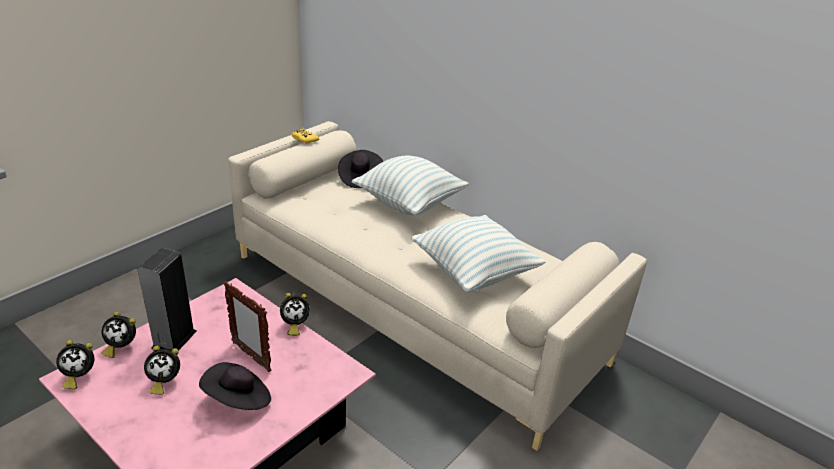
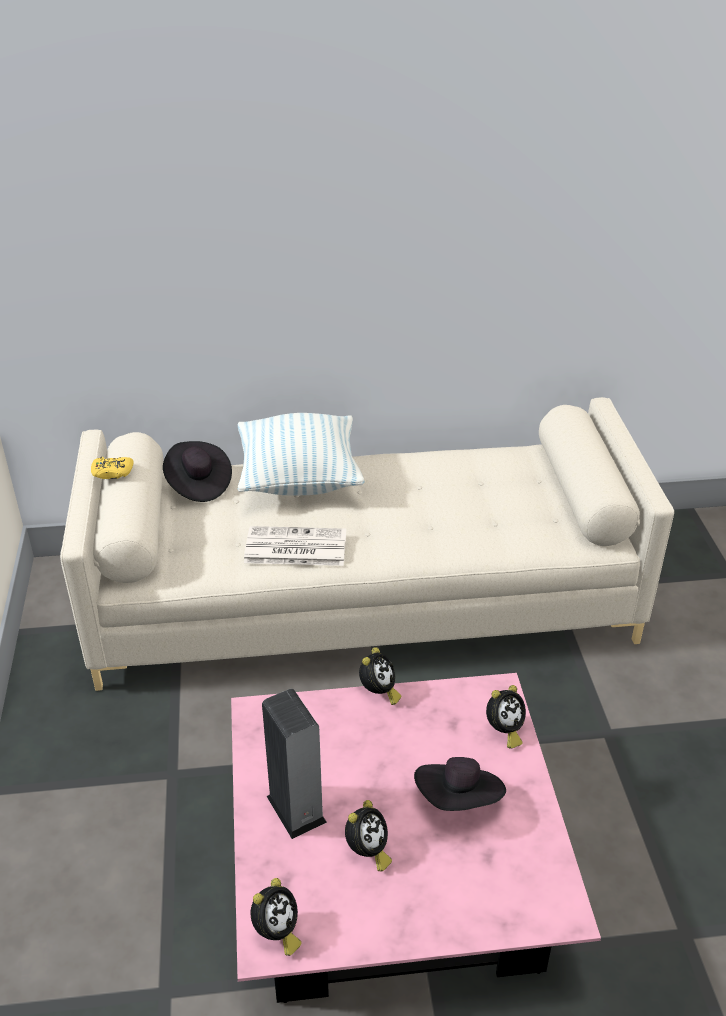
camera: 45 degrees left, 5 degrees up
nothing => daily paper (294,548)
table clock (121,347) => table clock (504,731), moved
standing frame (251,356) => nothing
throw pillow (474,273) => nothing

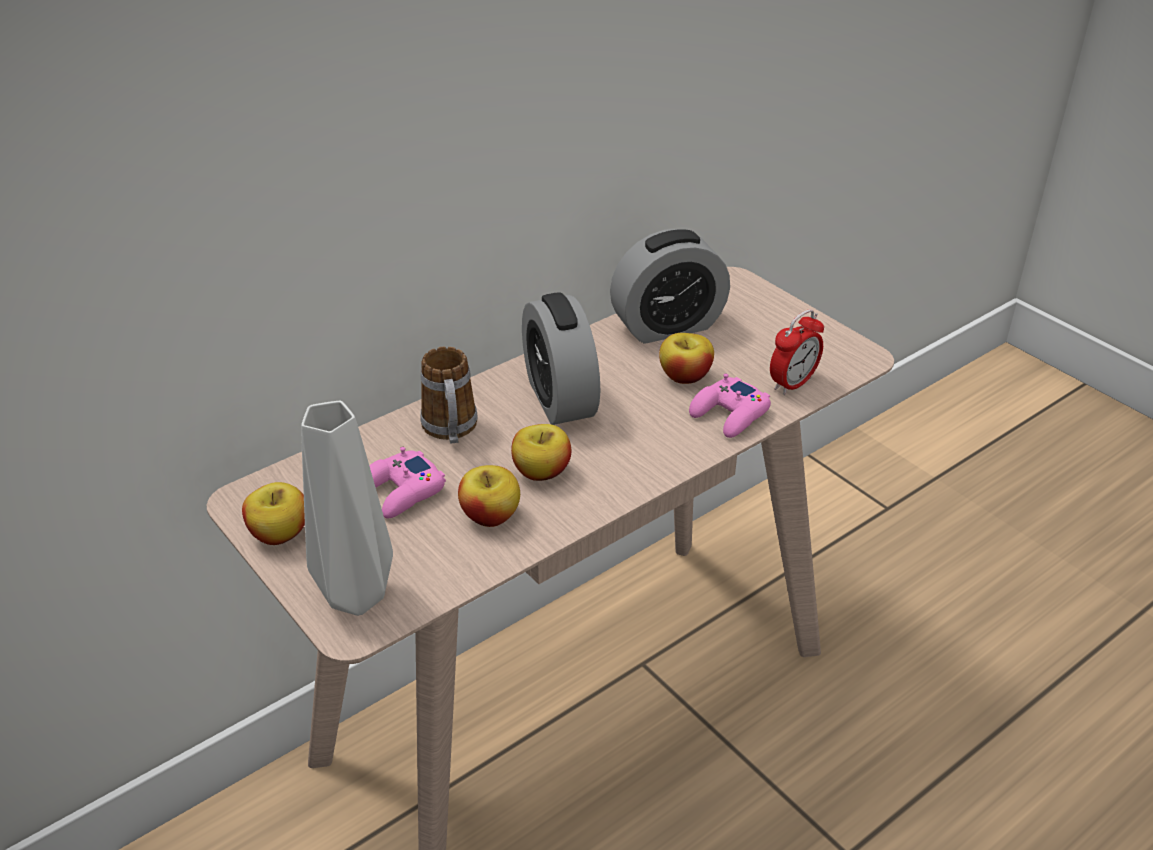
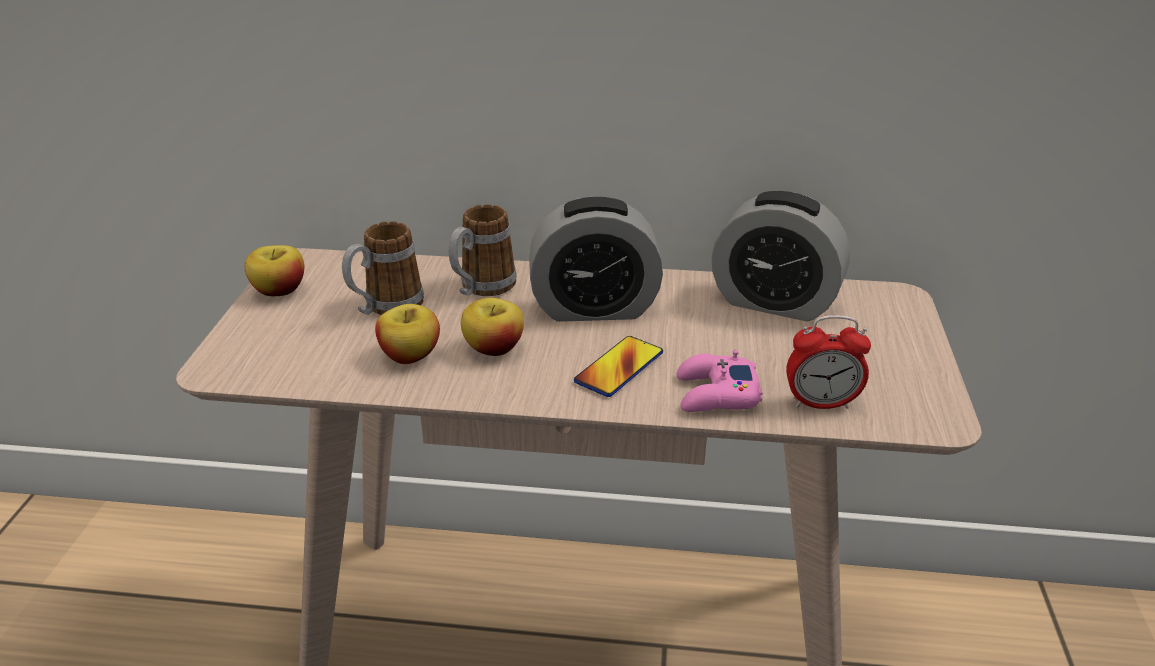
camera: 45 degrees right, 5 degrees down
game controller in pinkish (402,491) => coffee mug (386,307)
table clock (560,398) => table clock (594,308), 120 degrees counterclockwise
nothing => telephone (619,368)
flower vase in greyish (352,596) => nothing
whole apple (685,376) => nothing

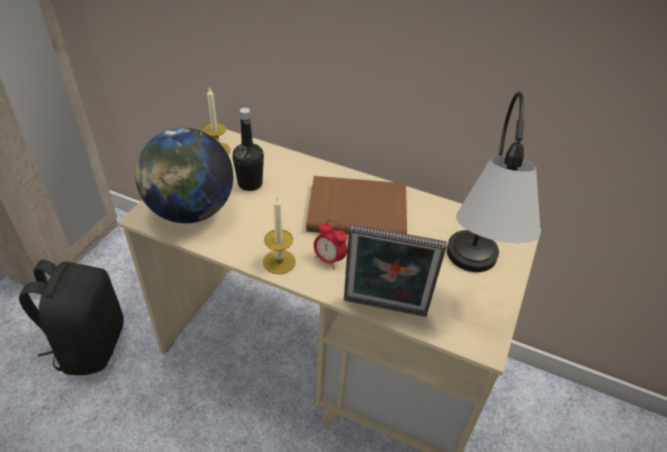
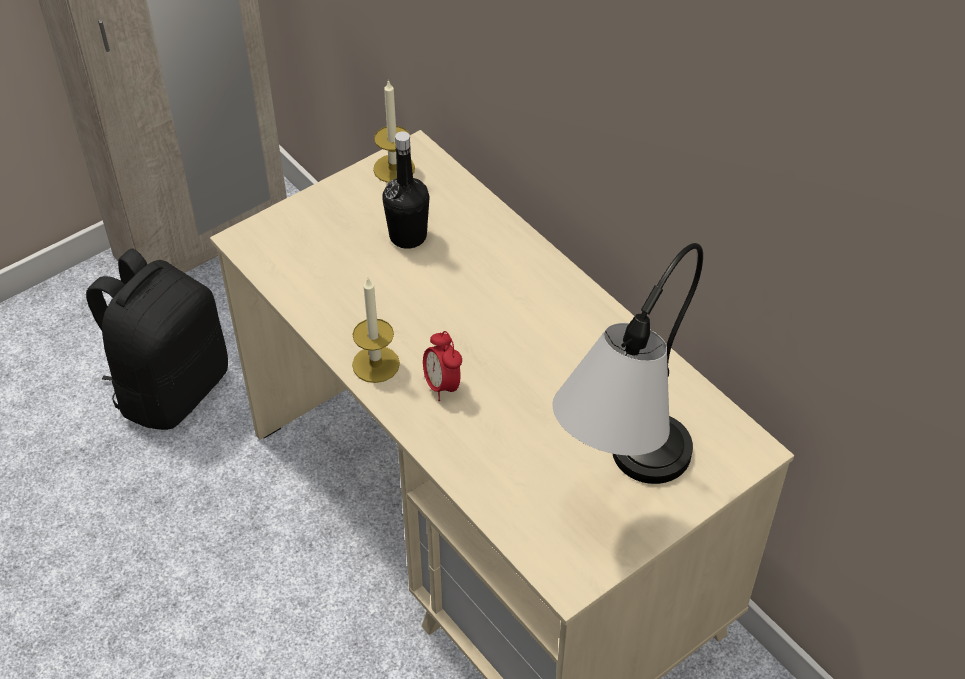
camera: 30 degrees right, 5 degrees up
globe (191,211) => nothing
book in brown-coloured (357,209) => nothing
standing frame (384,310) => nothing

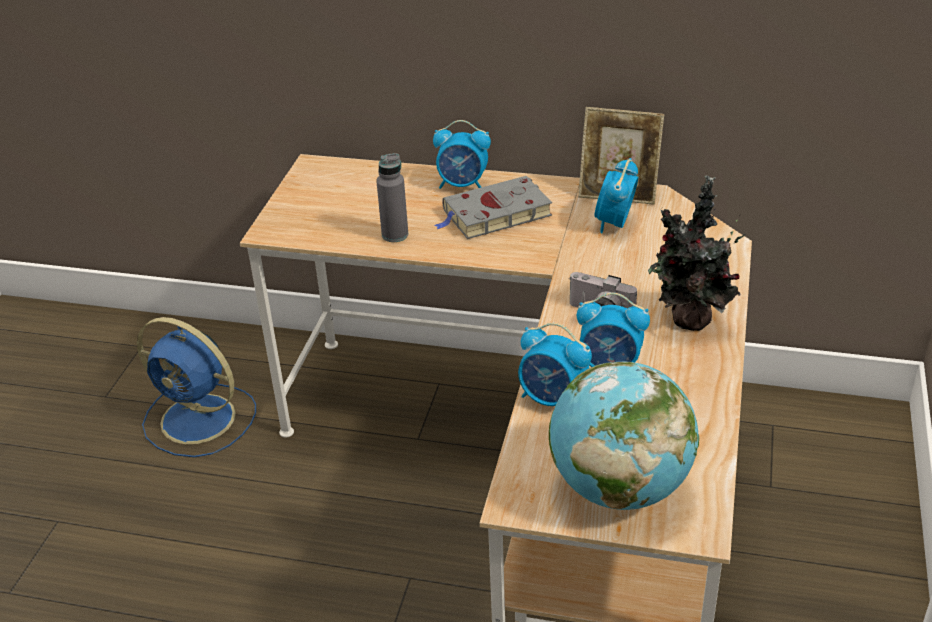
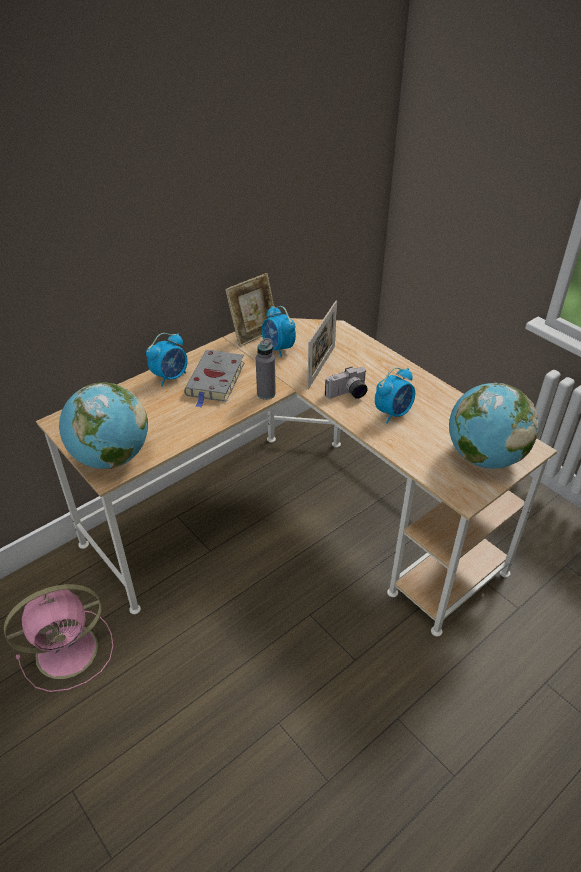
camera: 55 degrees left, 5 degrees up
fan in blue (201,420) => fan in pinkish (70,650)
nothing => globe (111,457)
beverage bottle in greyish (395,235) => beverage bottle in greyish (266,394), moved
nothing => standing frame (321,367)
table clock (552,399) => nothing
potted plant (689,322) => nothing

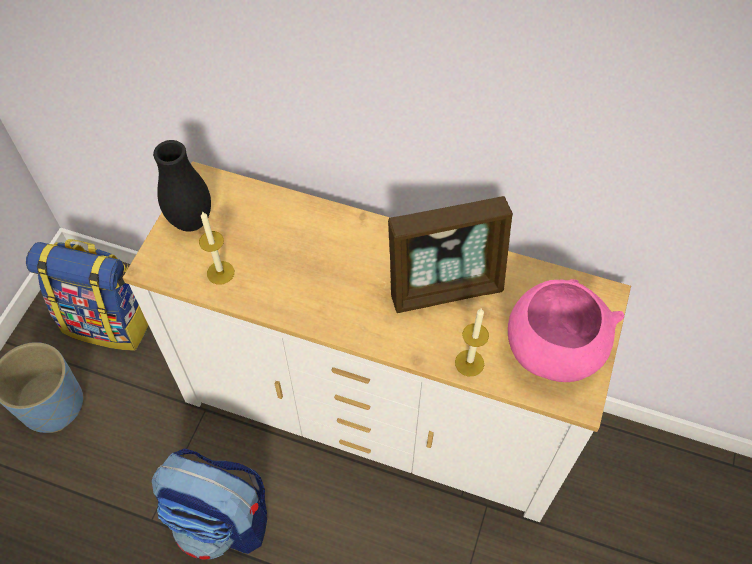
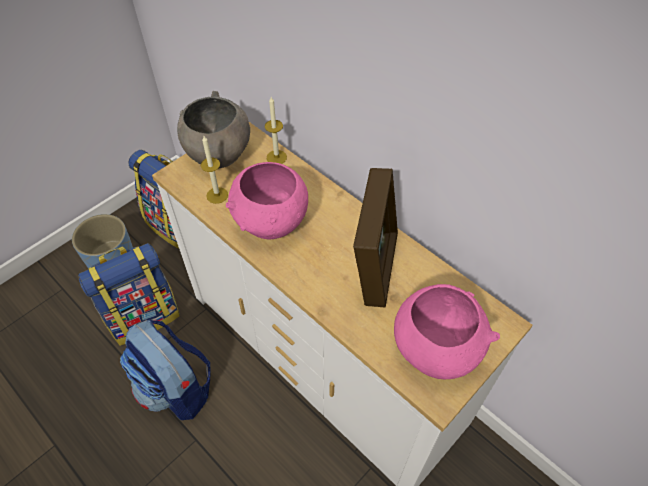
camera: 25 degrees right, 5 degrees down
nothing => knapsack (144,316)
flower vase in blackish (191,221) => deep dish in greyish (218,155)
nothing => deep dish in pinkish (271,223)
candle (469,363) => candle (276,157), moved
standing frame (445,287) => standing frame (374,266), 90 degrees counterclockwise

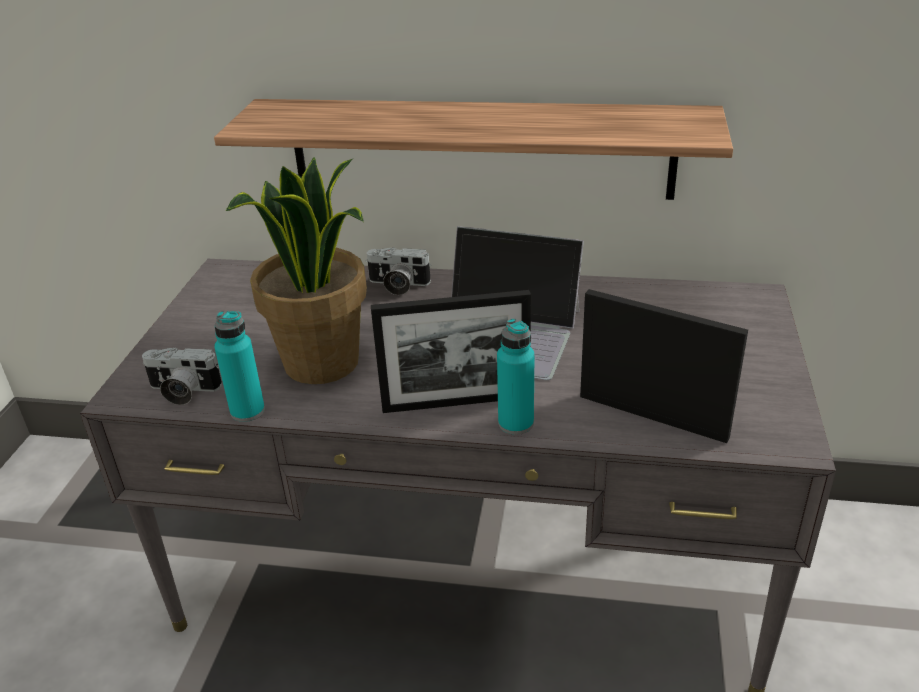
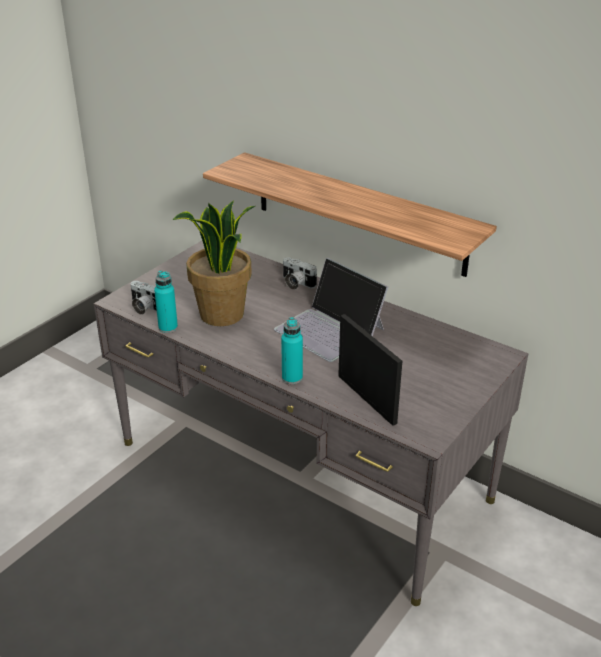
camera: 25 degrees right, 0 degrees up
standing frame (456,402) => nothing

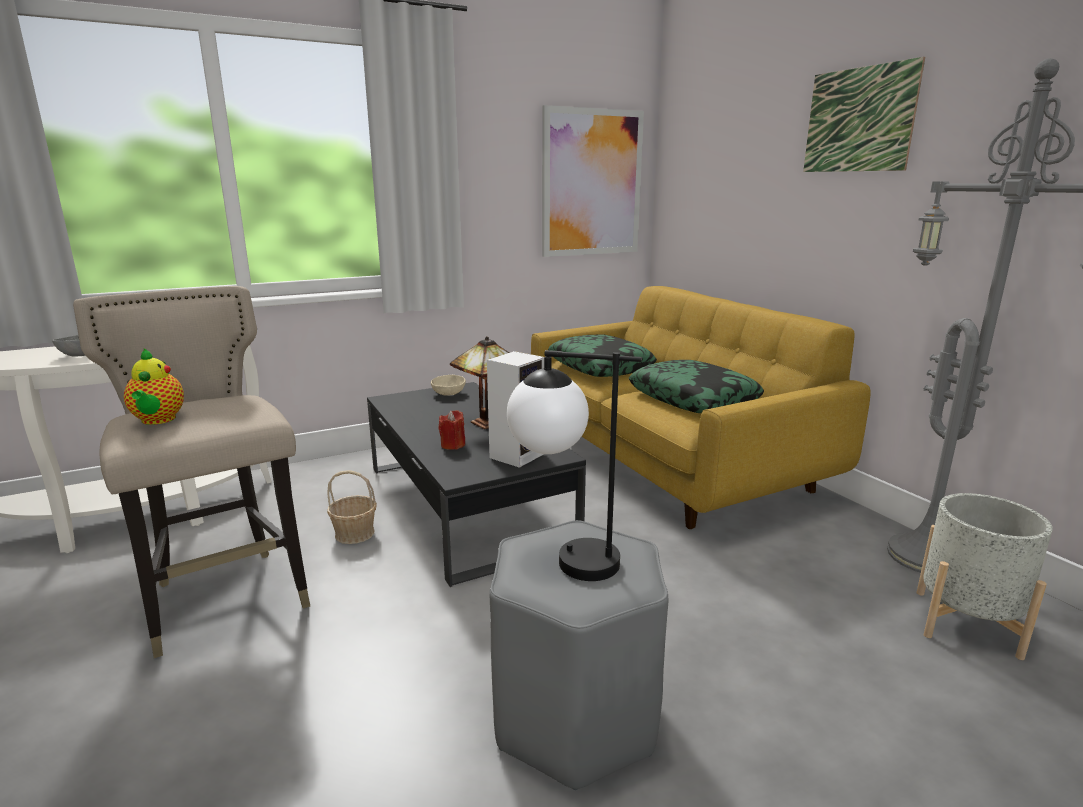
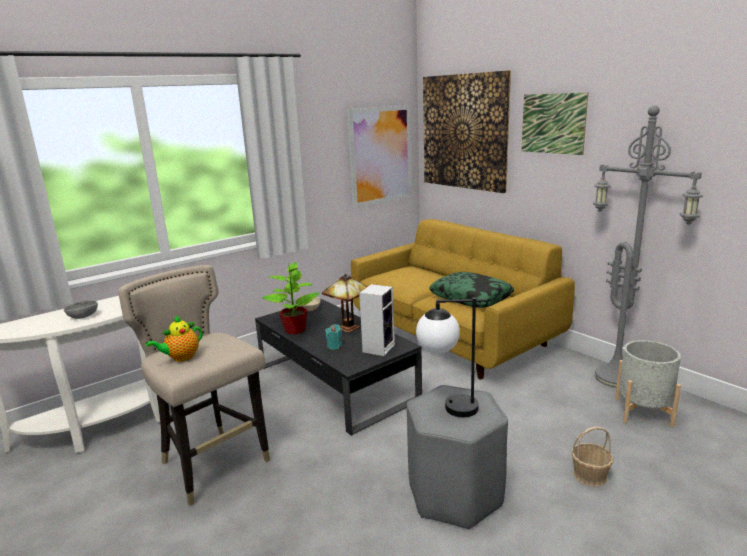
camera: 10 degrees left, 0 degrees up
teapot (158,420) => teapot (181,358), 75 degrees clockwise
nothing => potted plant (295,329)
candle in red (453,445) => candle in blue-green (334,346)
nothing => picture (464,132)
storage basket (355,534) => storage basket (590,476), moved
throw pillow (600,366) => nothing

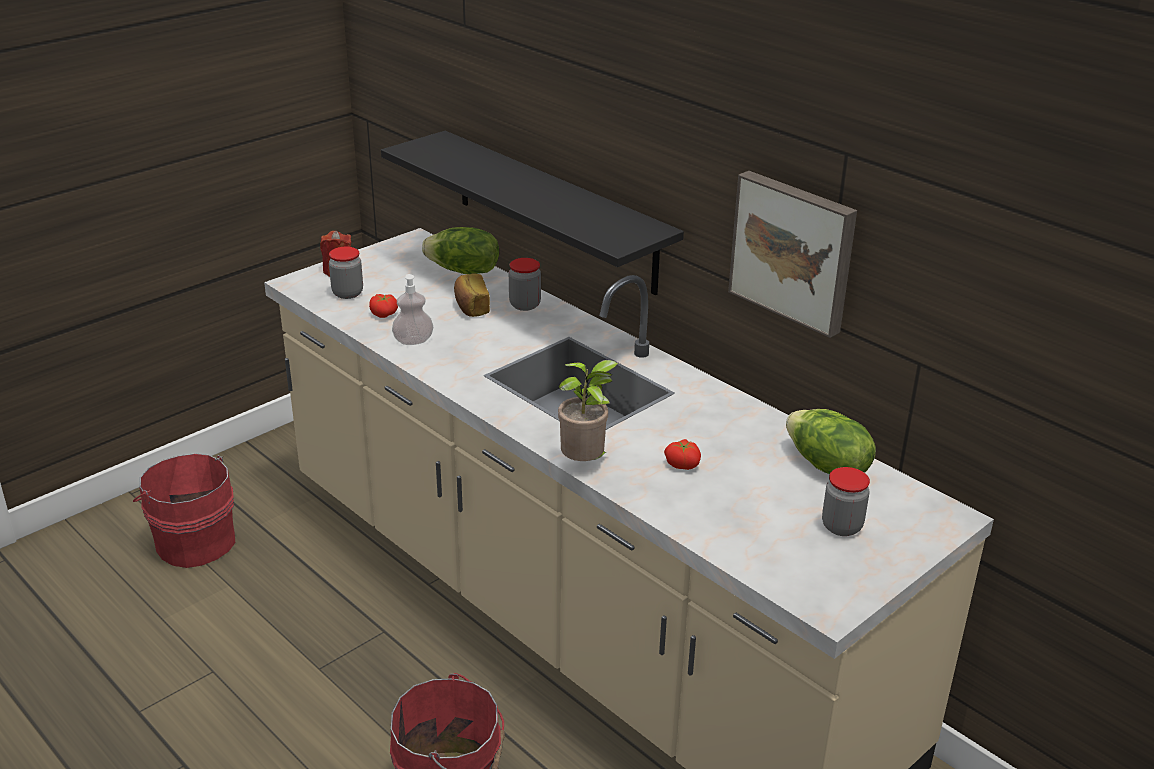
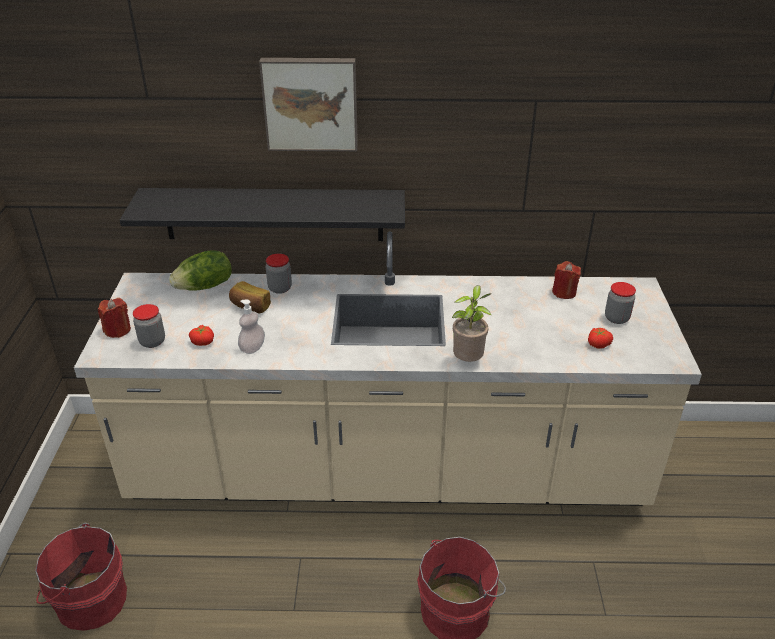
camera: 45 degrees left, 5 degrees up
picture (794,251) => picture (310,103), moved
lettuce head (826,466) => candle in red (564,292)
fresh tomato (683,464) => fresh tomato (598,344), moved

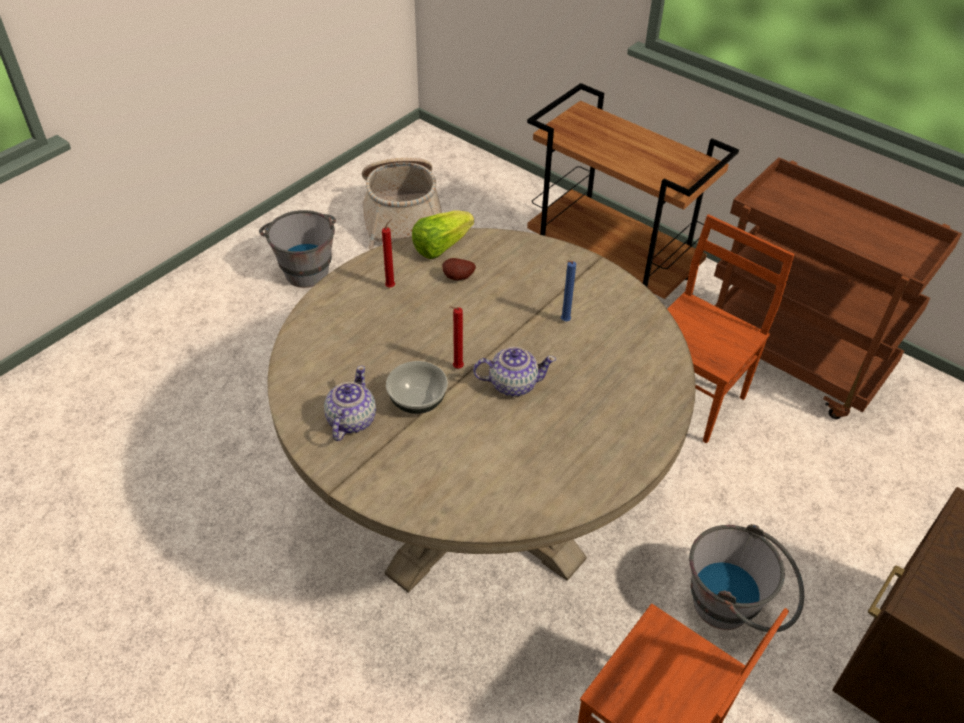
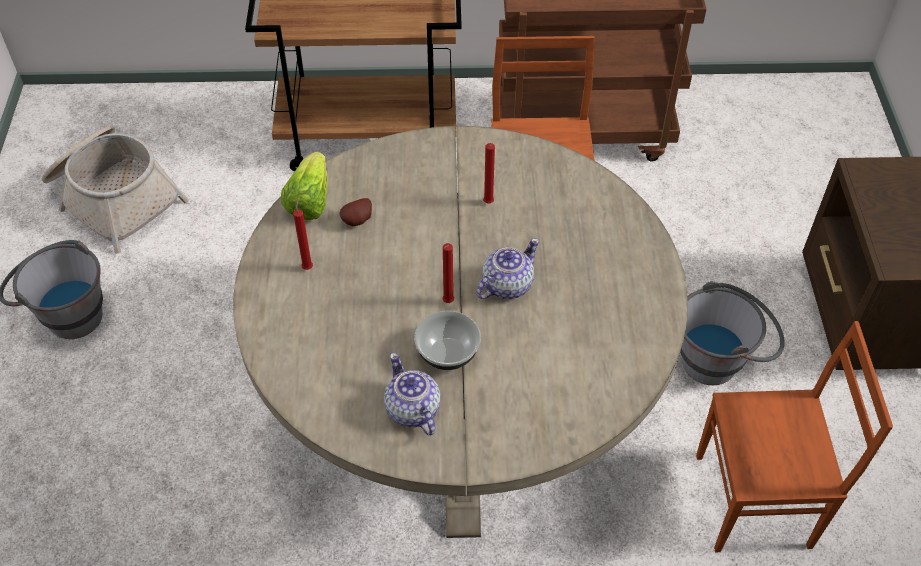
camera: 40 degrees left, 5 degrees up
candle in blue (564,321) => candle in red (488,204)

